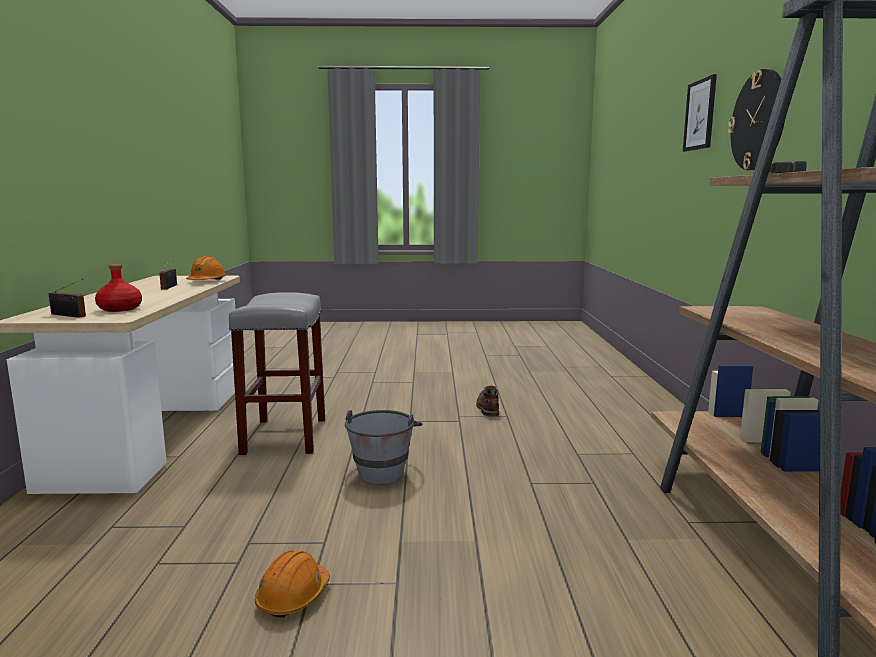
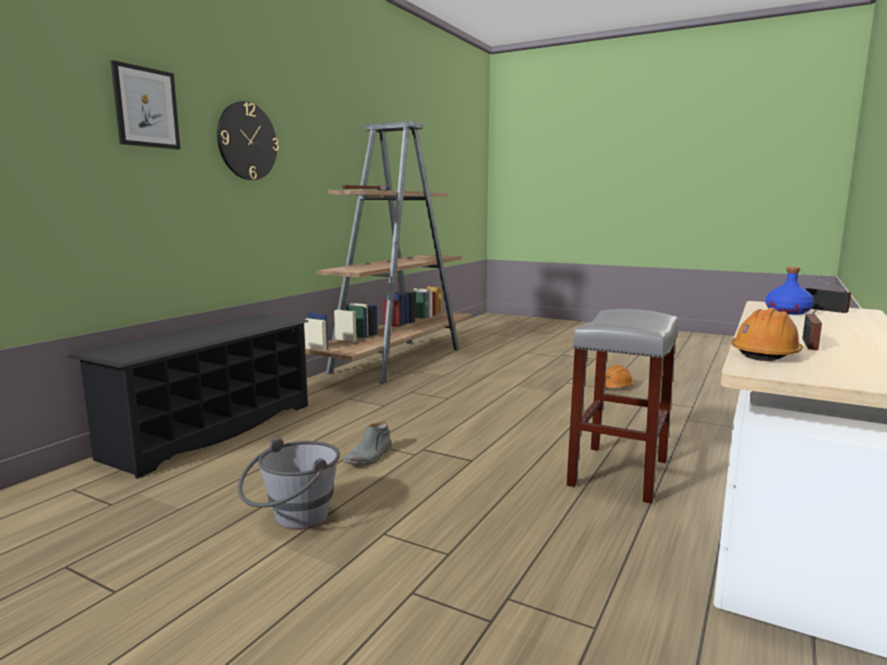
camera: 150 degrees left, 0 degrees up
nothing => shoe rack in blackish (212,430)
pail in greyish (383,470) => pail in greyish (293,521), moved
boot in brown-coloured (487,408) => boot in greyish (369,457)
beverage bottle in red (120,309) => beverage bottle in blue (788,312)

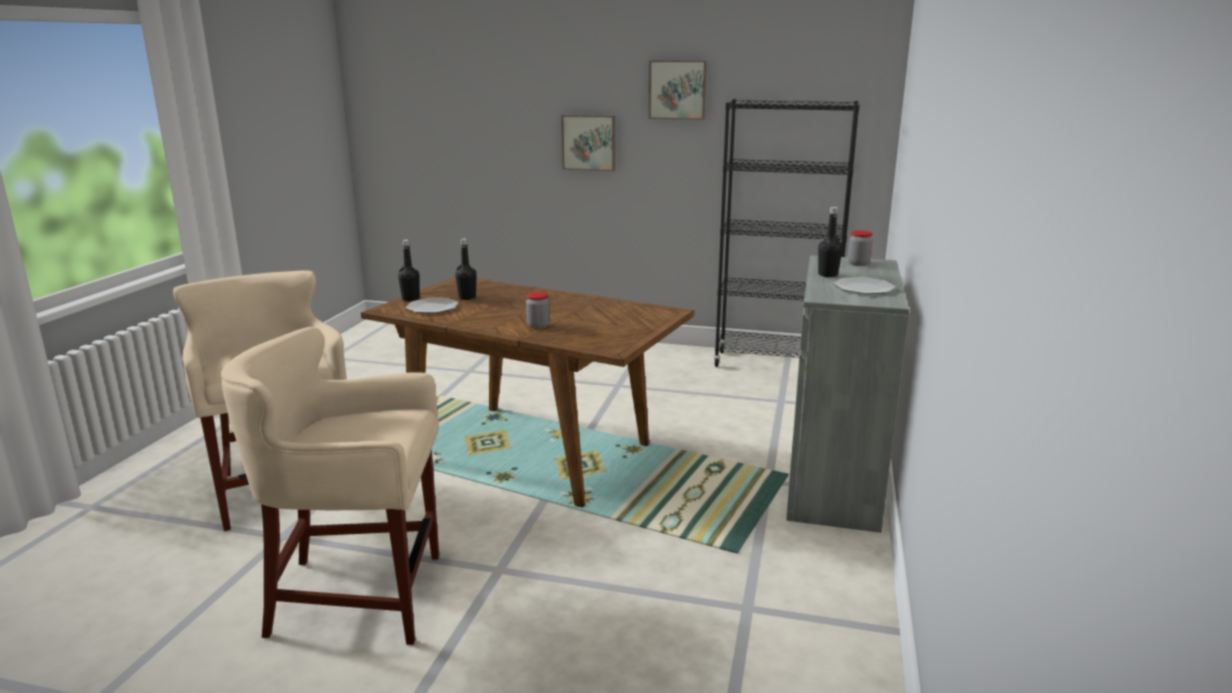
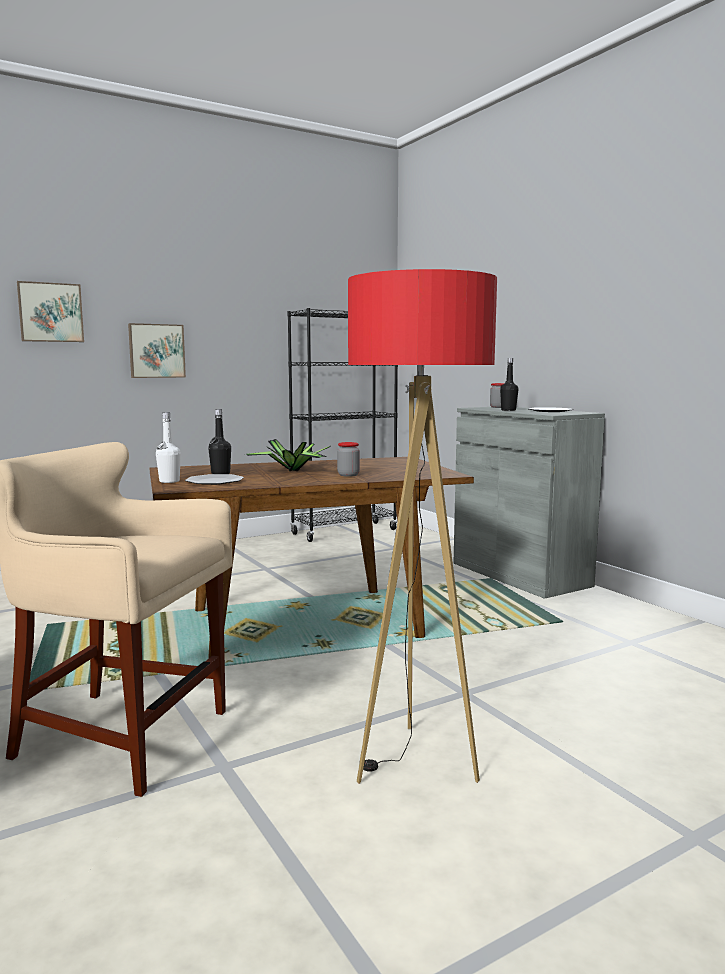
camera: 45 degrees left, 10 degrees down
picture (677,89) => picture (50,312), moved
beverage bottle in blackish (410,299) => beverage bottle in whitish (169,481)
nothing => potted plant (294,471)
stool seat in beige (358,597) => standard lamp (414,762)

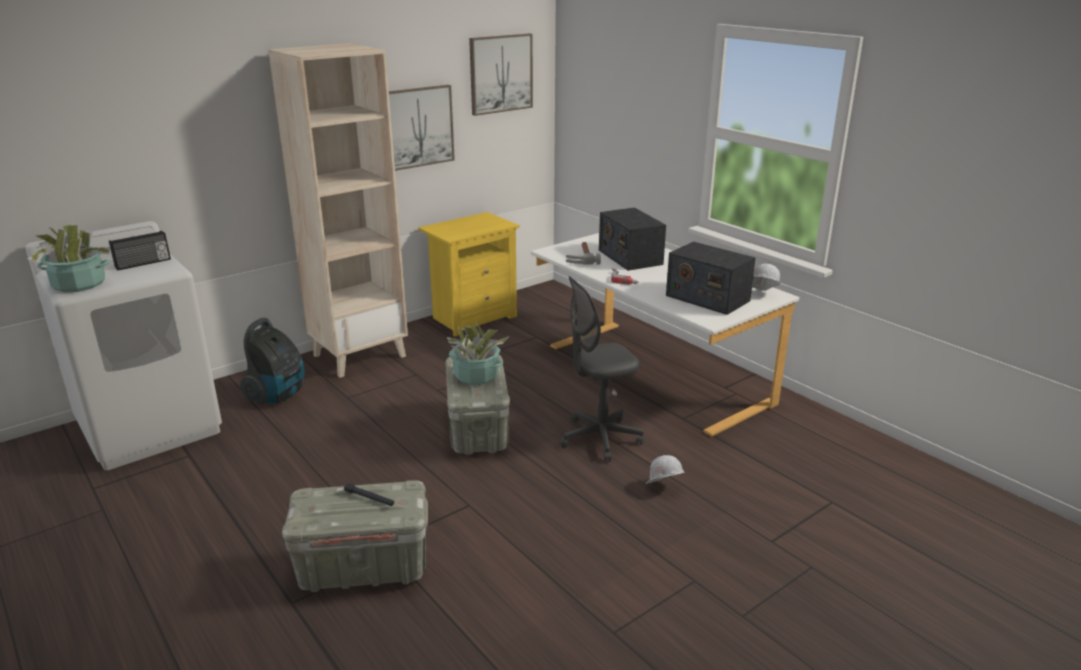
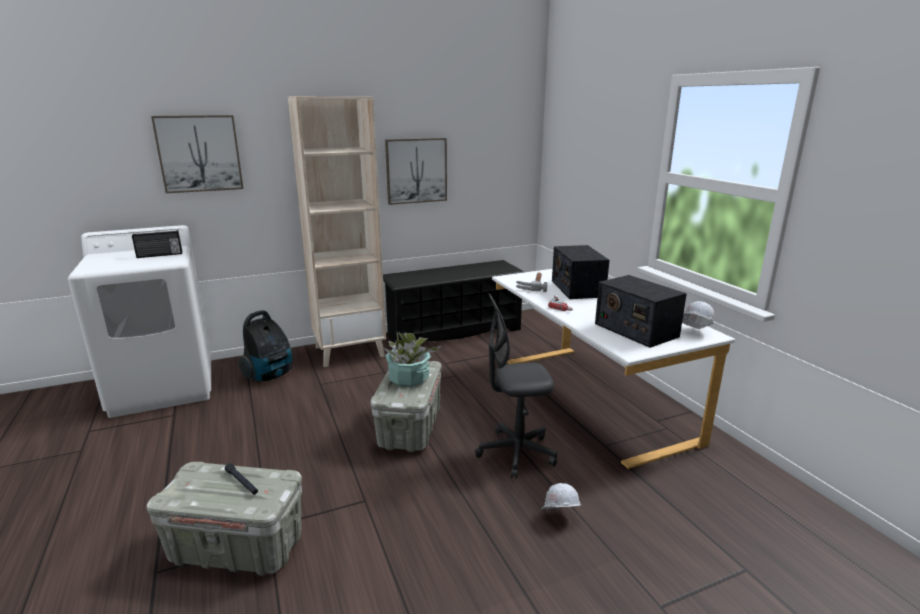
camera: 15 degrees right, 5 degrees down
picture (500,74) => picture (199,153), moved
nightstand in yellow-coloured (473,317) => shoe rack in blackish (453,331)
potted plant (79,284) => nothing

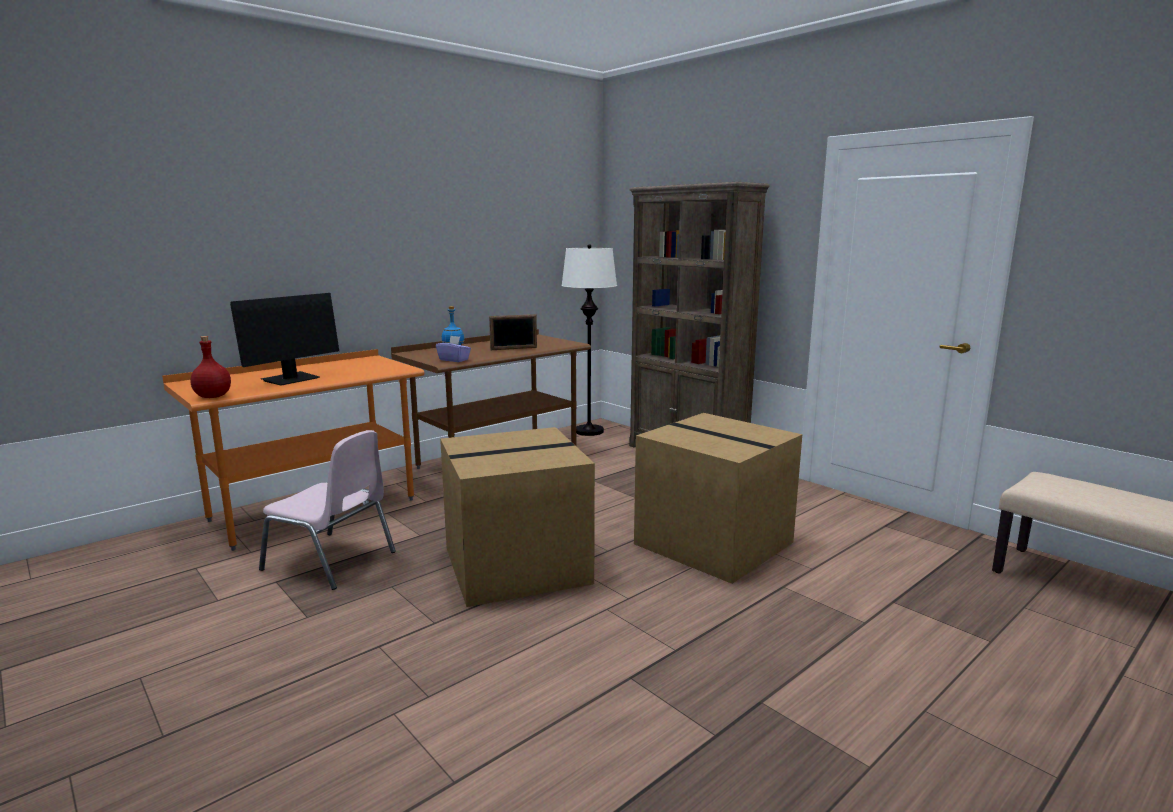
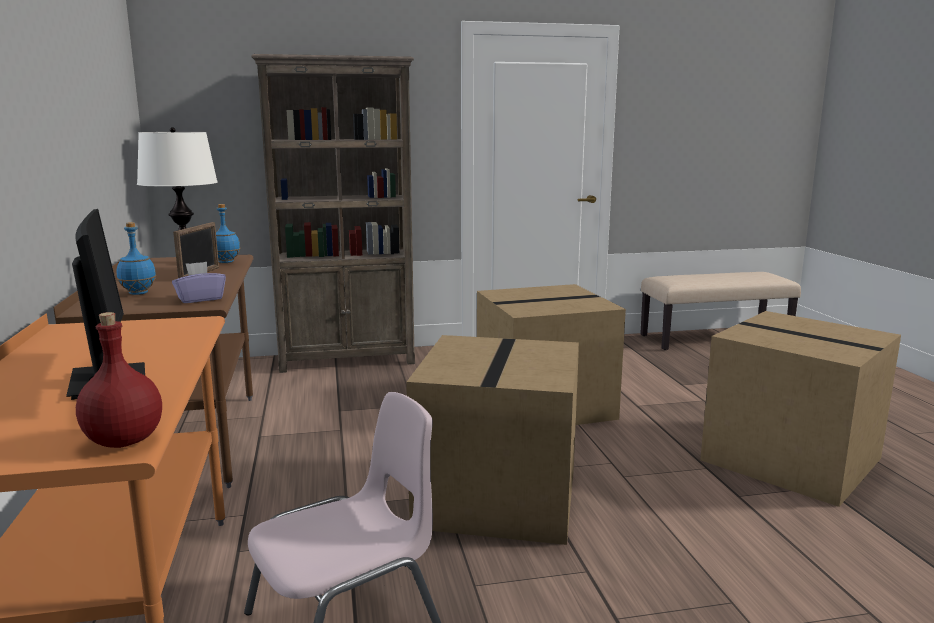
camera: 60 degrees left, 0 degrees up
nothing => beverage bottle in blue (225,262)
nothing => packing box (794,459)

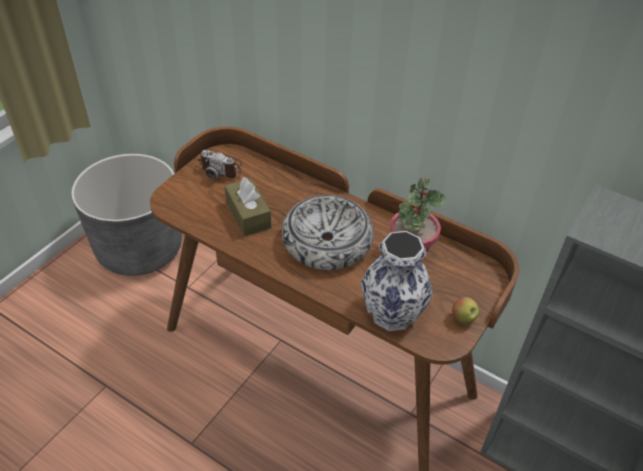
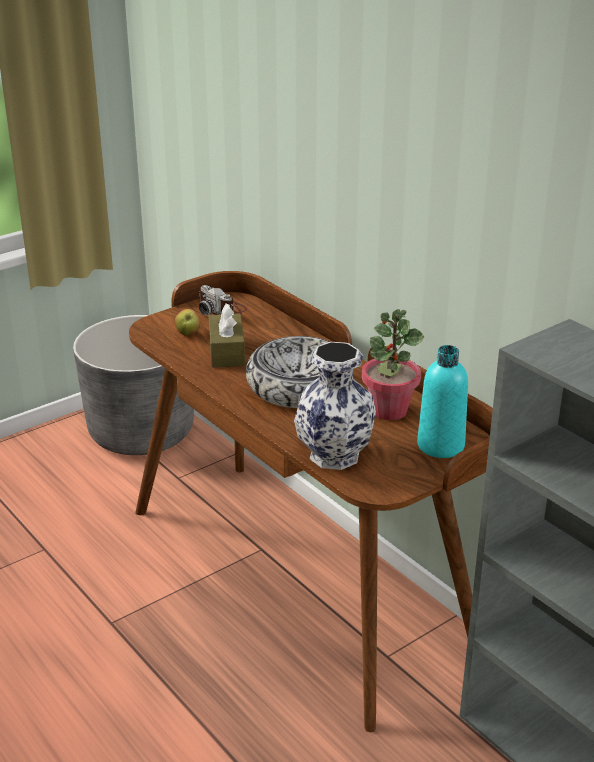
camera: 20 degrees right, 15 degrees down
whole apple (463,319) => whole apple (188,333), moved
nothing => beverage bottle in blue-green (440,446)

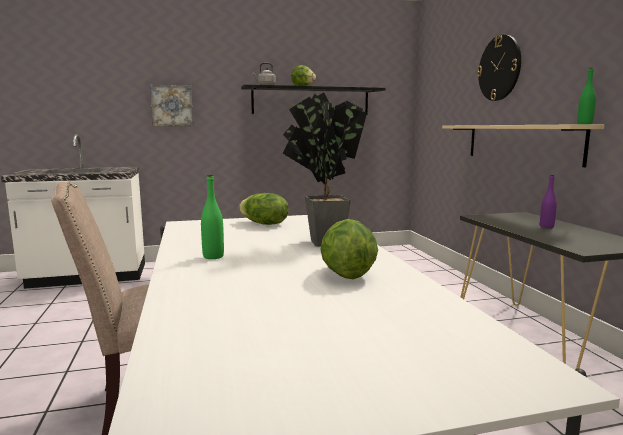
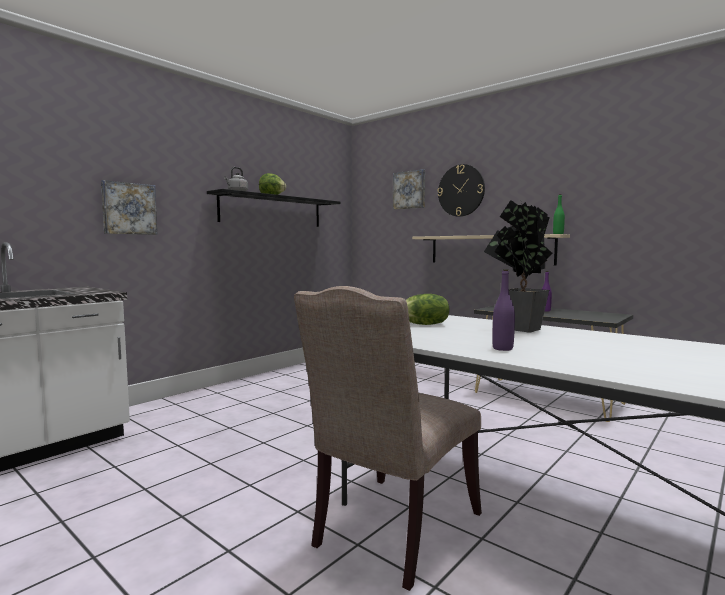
camera: 35 degrees left, 5 degrees down
nothing => picture (409,190)
beverage bottle in greenish (213,256) => beverage bottle in purple-coloured (502,348)
lettuce head (346,275) => nothing

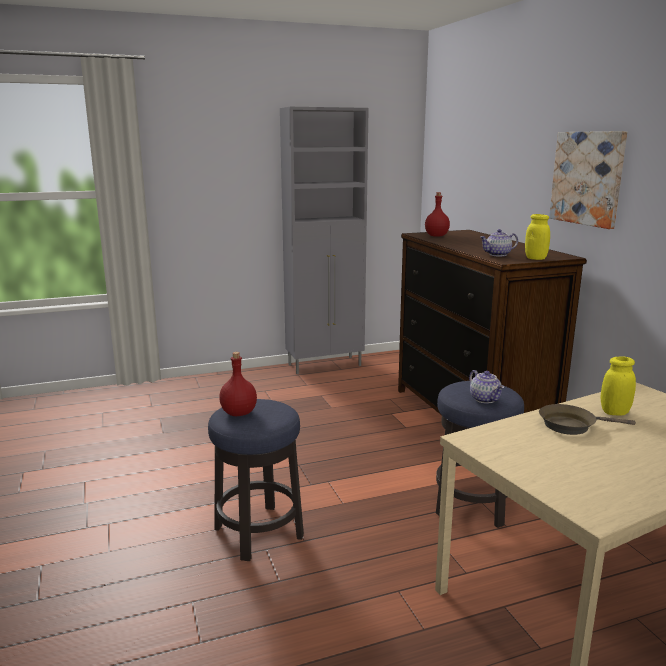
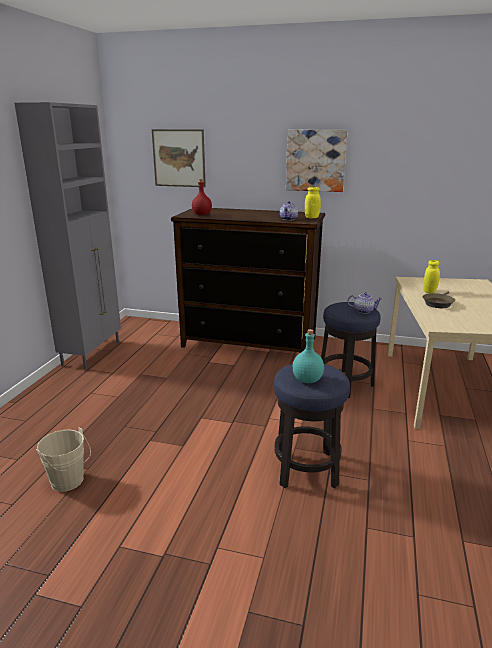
camera: 55 degrees left, 5 degrees up
nothing => pail in beige (69,482)
nothing => picture (179,158)
beverage bottle in red (238,413) => beverage bottle in blue-green (308,380)

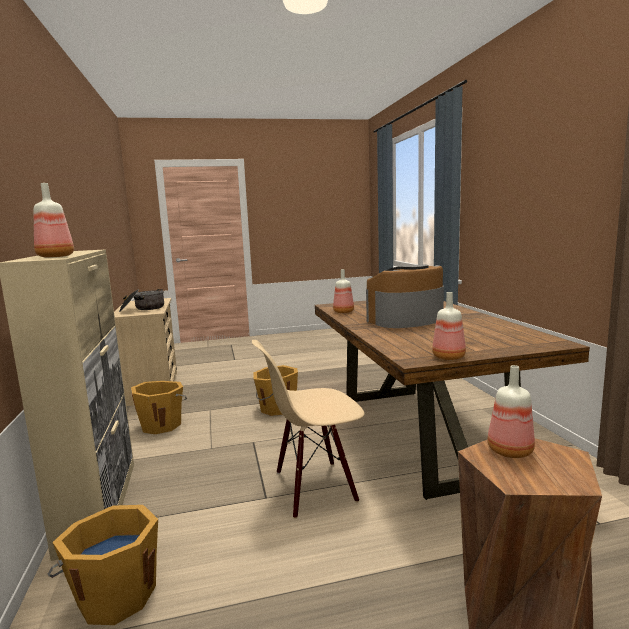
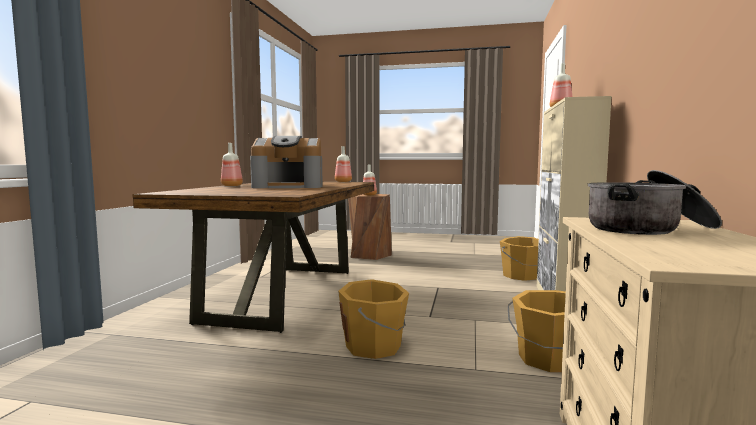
camera: 155 degrees left, 5 degrees down
beverage bottle (343,312) => beverage bottle (232,186), moved
upright chair in beige (314,487) => nothing

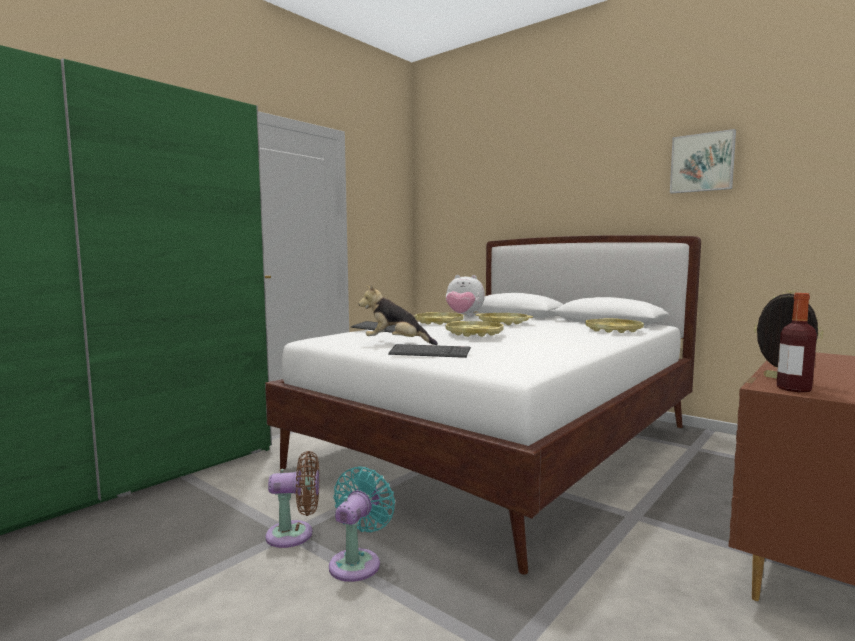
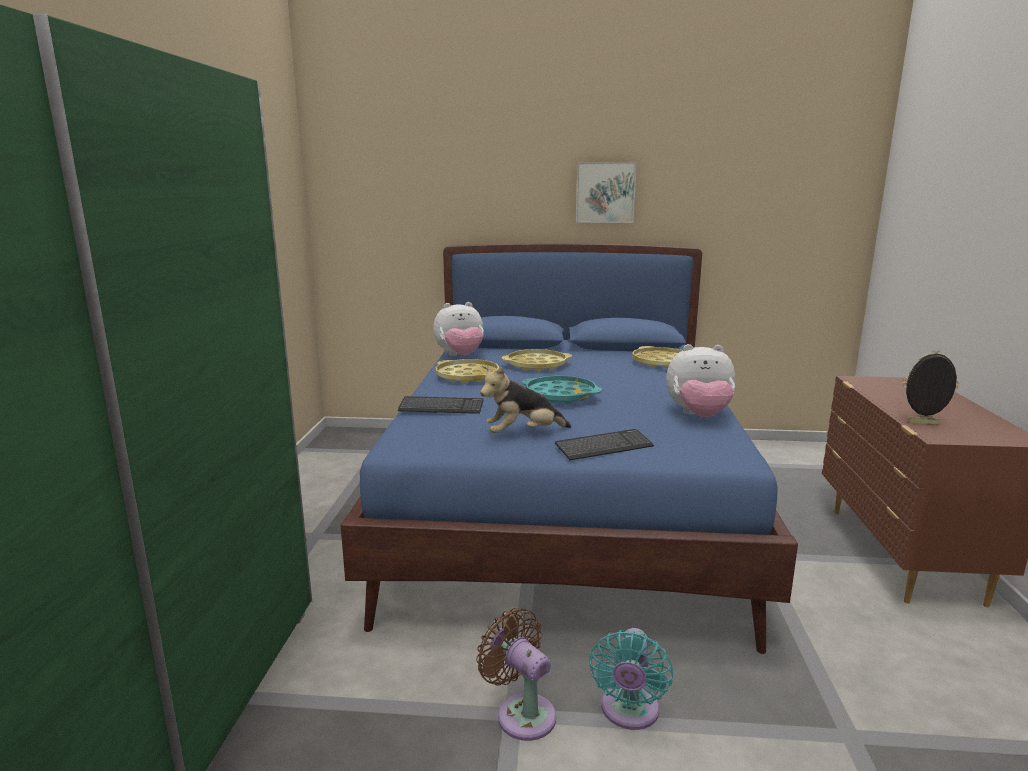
camera: 35 degrees left, 10 degrees up
sleeping bed in whitish (502,446) => sleeping bed in blue (565,510)
fan in brown-coloured (295,534) => fan in brown-coloured (522,713), 90 degrees counterclockwise
serving tray in yellow-coloured (474,333) => serving tray in blue-green (561,395)
picture (702,163) => picture (605,192), moved
fan in blue-green (357,562) => fan in blue-green (628,712), 150 degrees counterclockwise
nothing => soft toy (699,416)
beverage bottle (793,389) => nothing

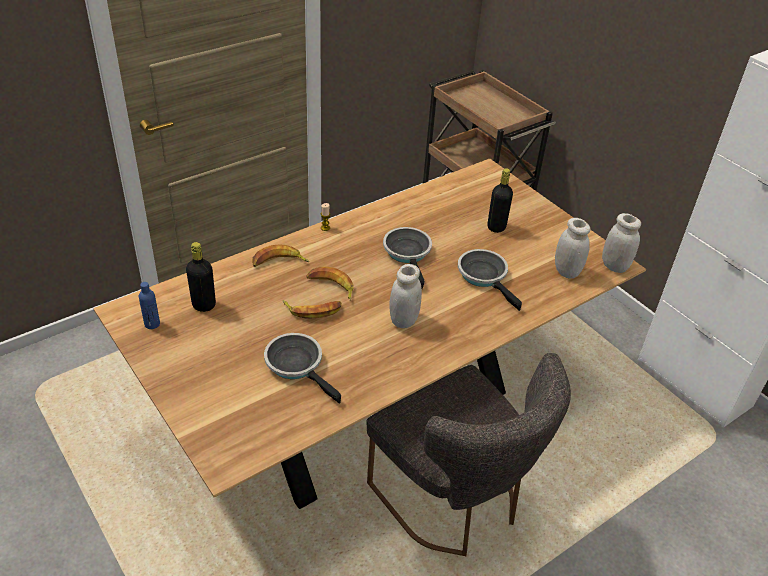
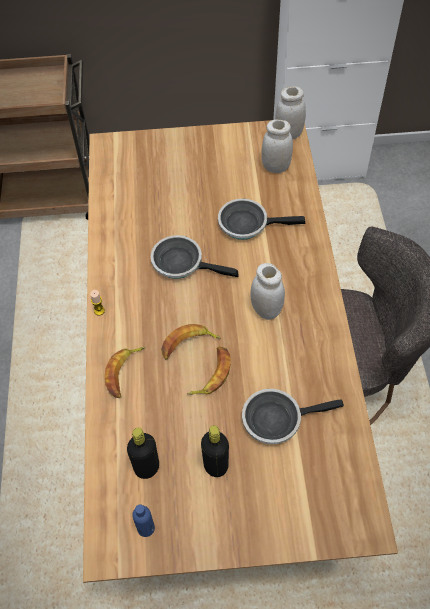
camera: 55 degrees left, 15 degrees up
beverage bottle in blackish (496,227) => beverage bottle in blackish (216,465), moved

